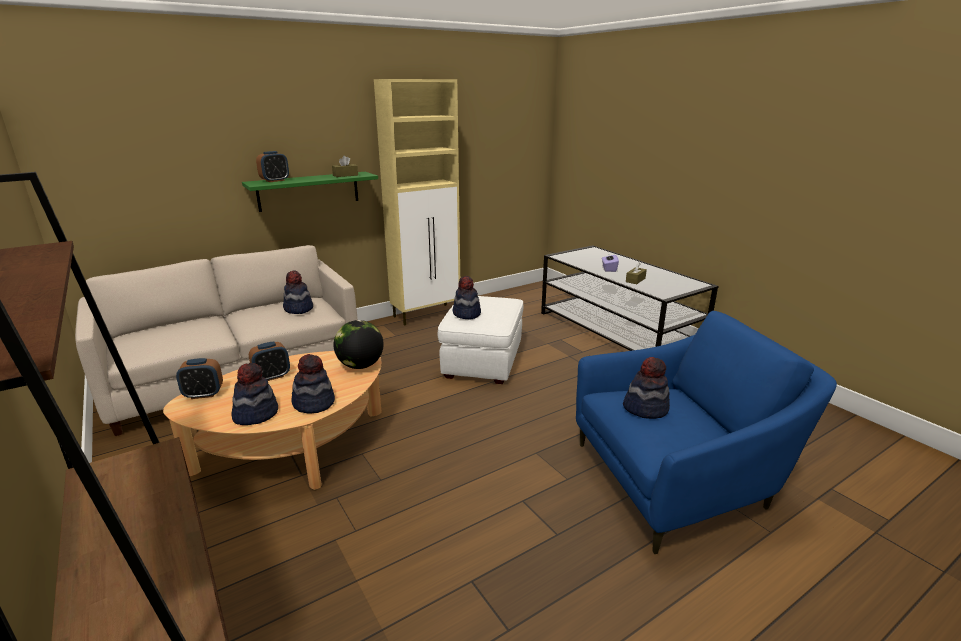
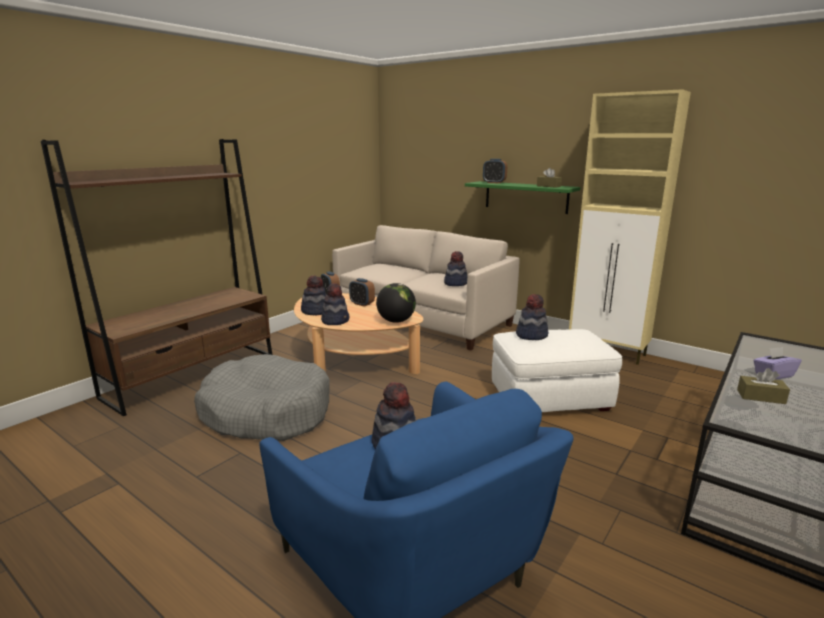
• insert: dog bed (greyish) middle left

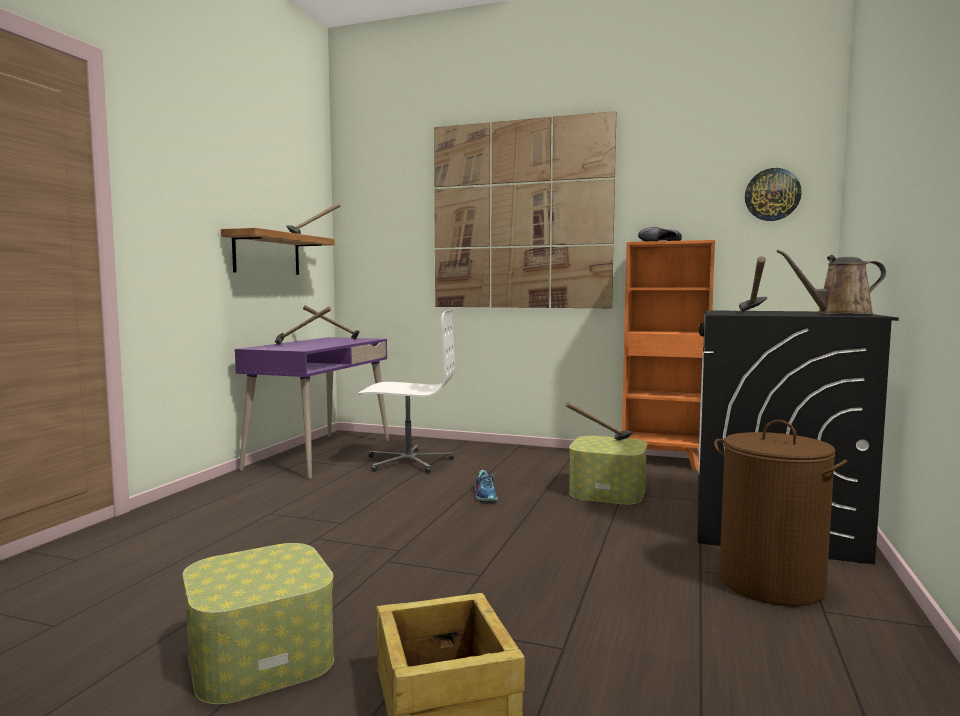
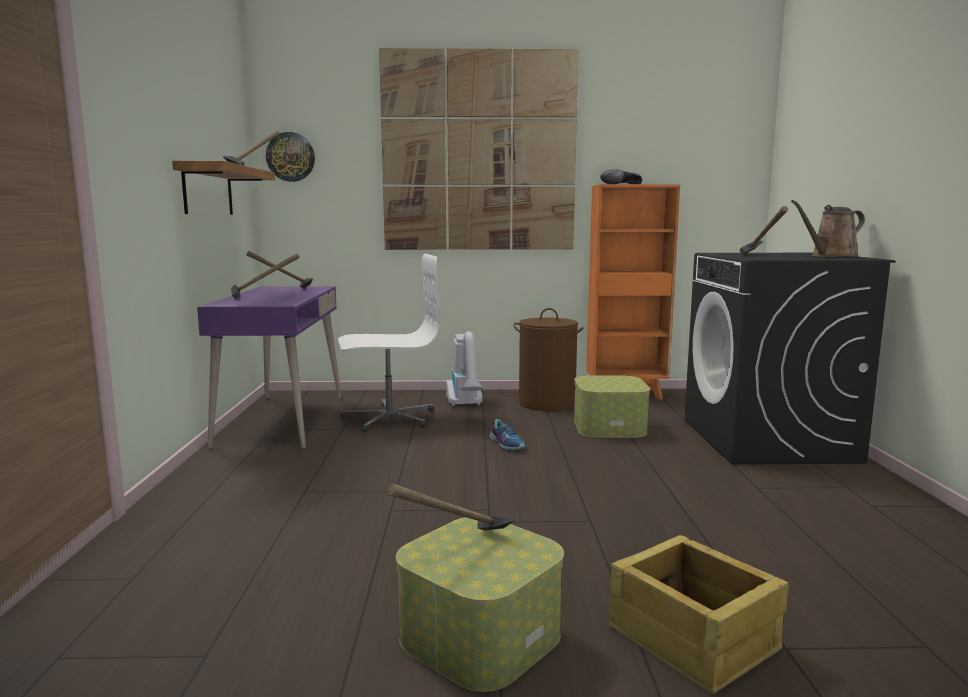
• move: hammer (4th from left) centre to bottom centre
• move: laundry basket (brown-coloured) bottom right to centre
• move: hanging clock top right to top left
• insert: vacuum centre

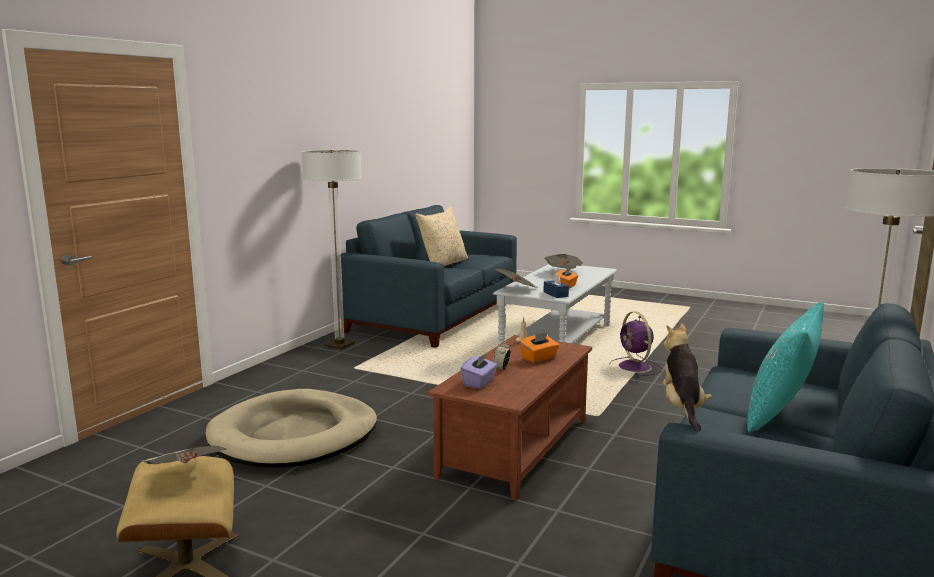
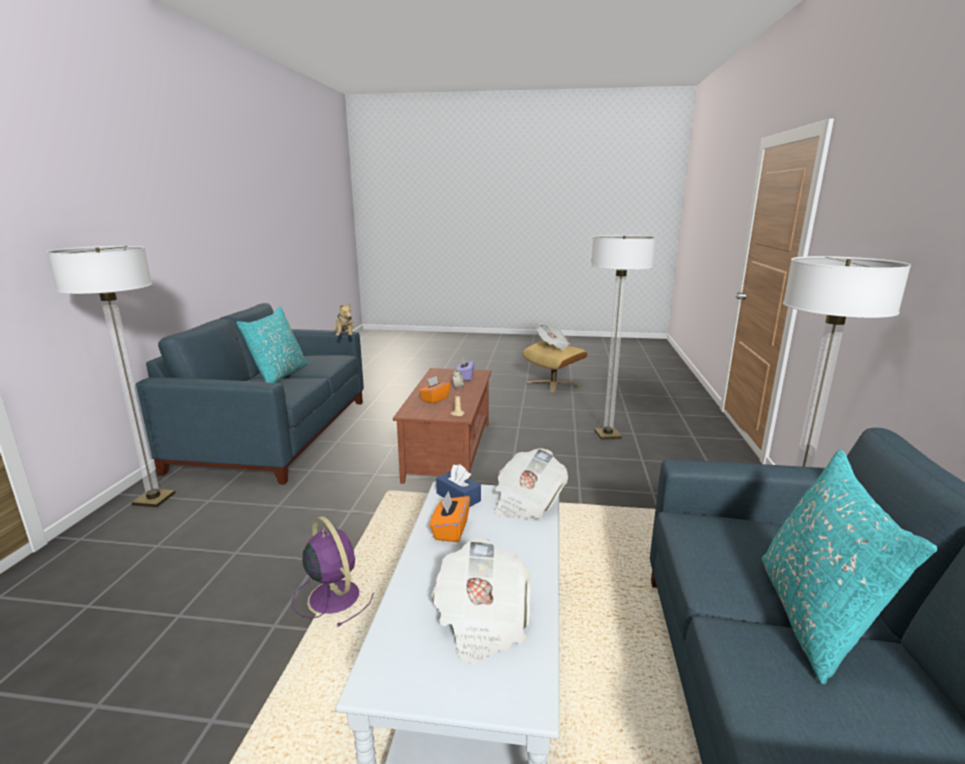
• replace: dog bed (beige-coloured) bottom left to floor lamp (2nd from left) centre
• recolor: throw pillow (beige-coloured) centre to throw pillow (turquoise) (2nd from left) bottom right

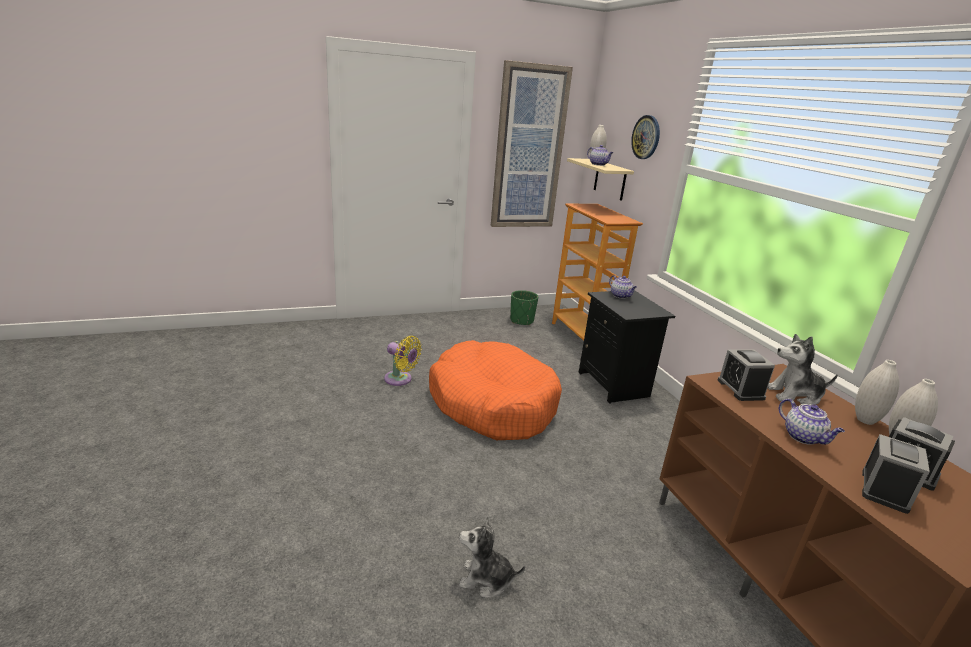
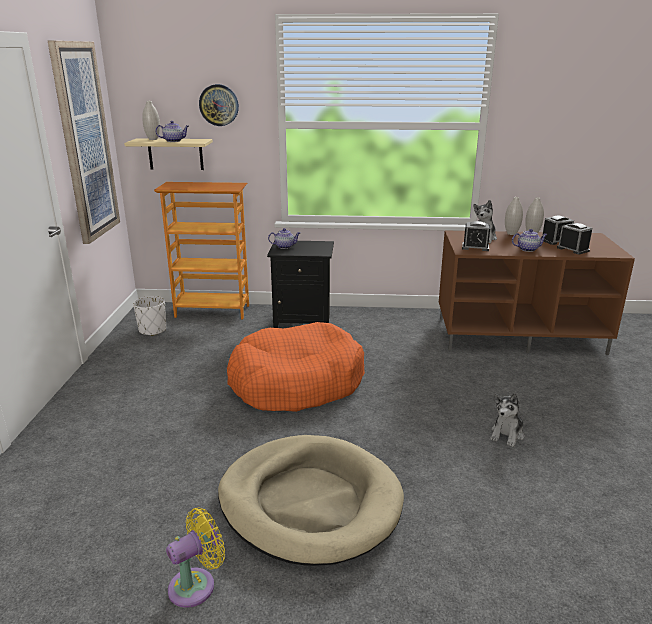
• move: cooling fan (yellow) centre to bottom left
• recolor: planter (green) centre to planter (whitish) middle left
• insert: dog bed (beige-coloured) bottom centre

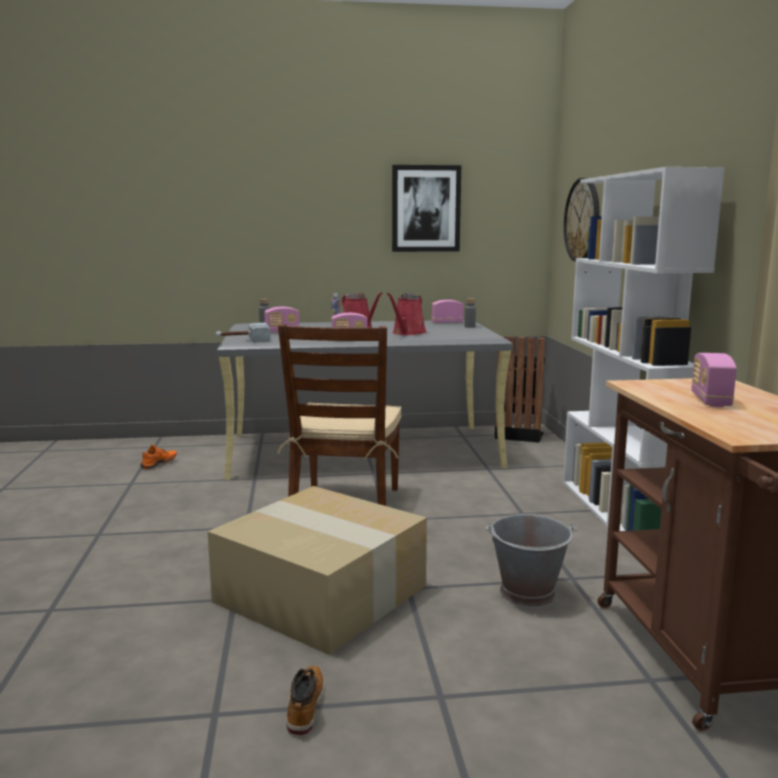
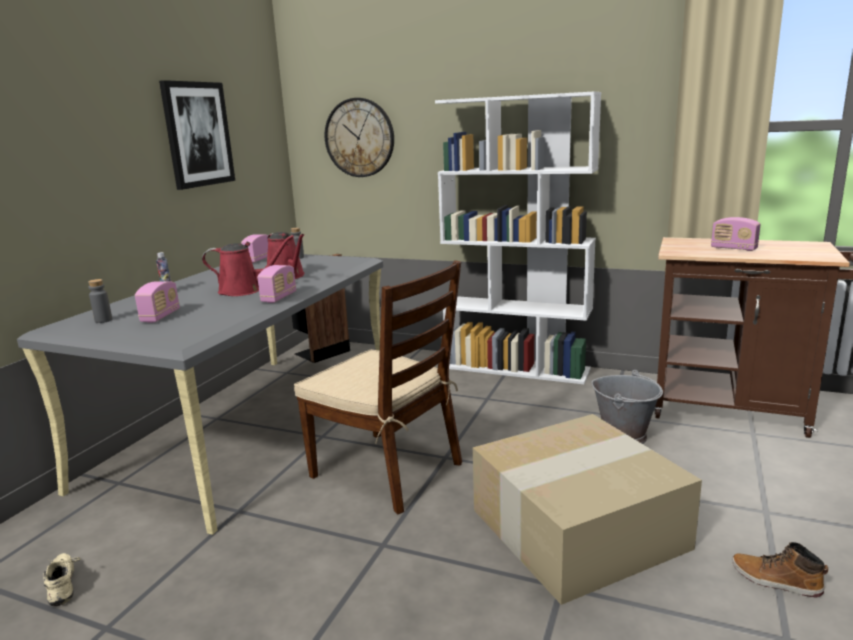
• recolor: item of footwear (orange) middle left to item of footwear (beige-coloured) bottom left
• delete: hammer middle left

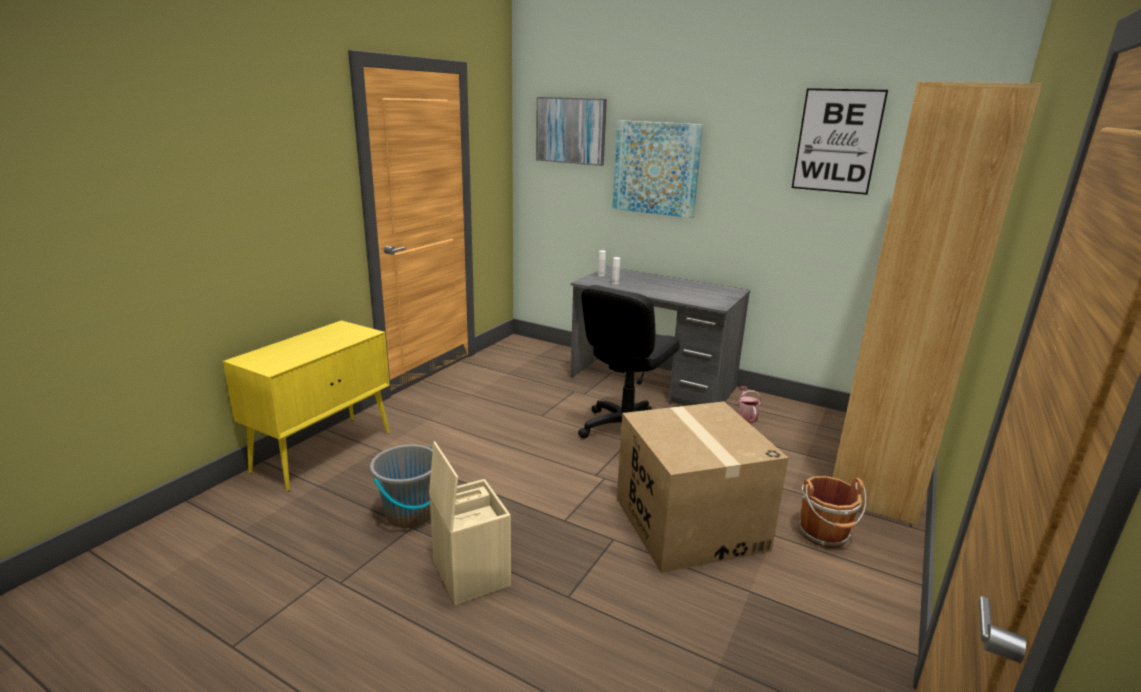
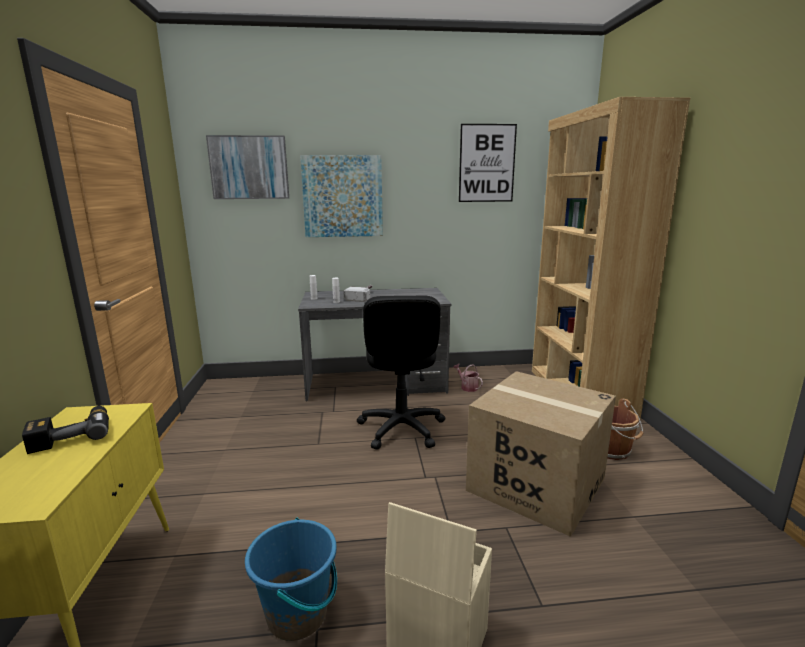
• recolor: bucket (greyish) bottom centre to bucket (bluish) bottom centre
• insert: drill middle left
• insert: hammer centre

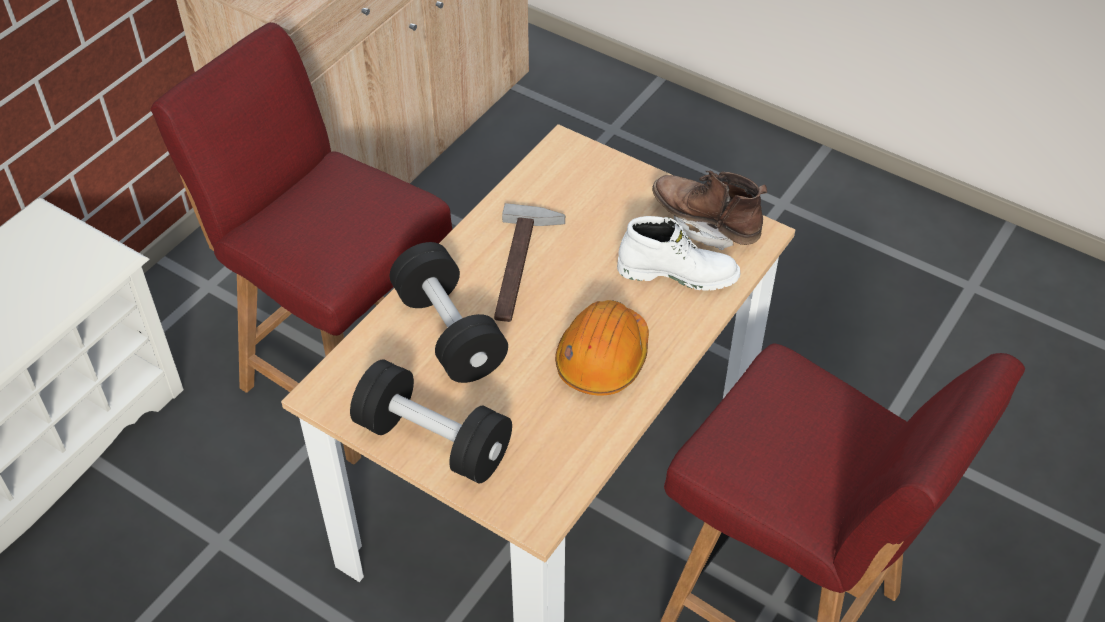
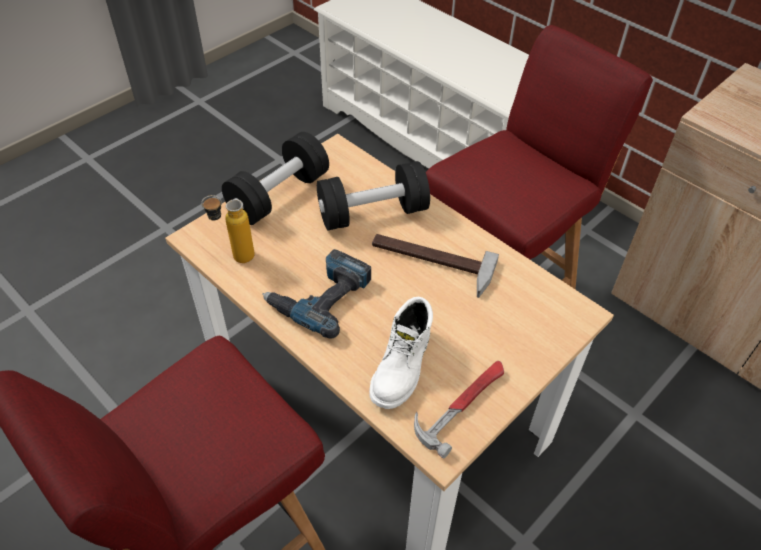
• replace: safety helmet (orange) centre to drill centre
• replace: tall boot (brown-coloured) centre to hammer (2nd from left) bottom centre
• insert: beverage bottle middle left

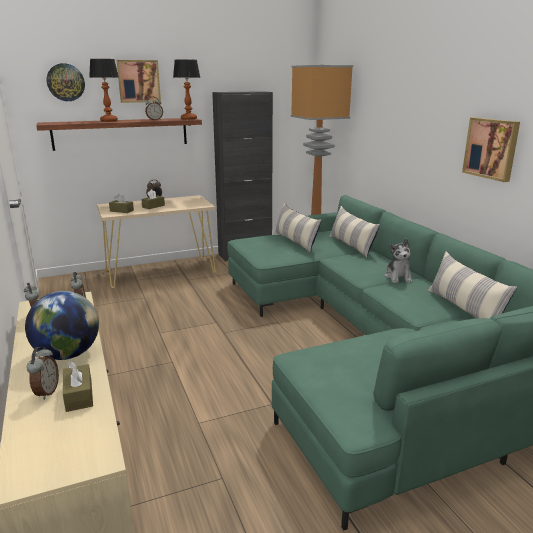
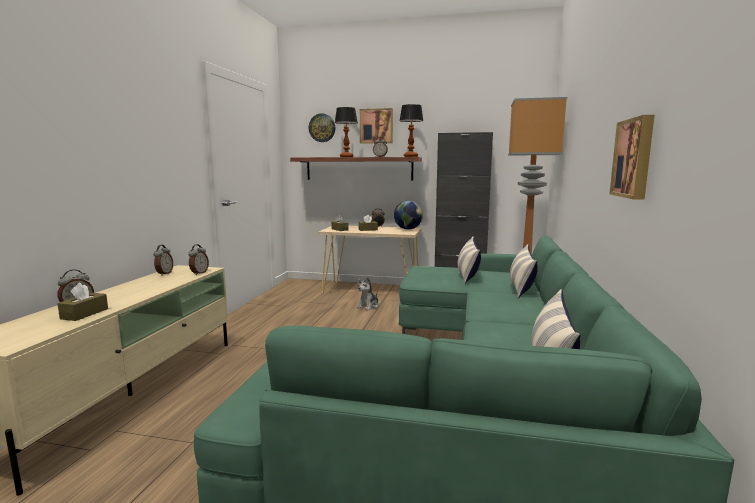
• move: world globe middle left to centre
• move: plush toy middle right to centre

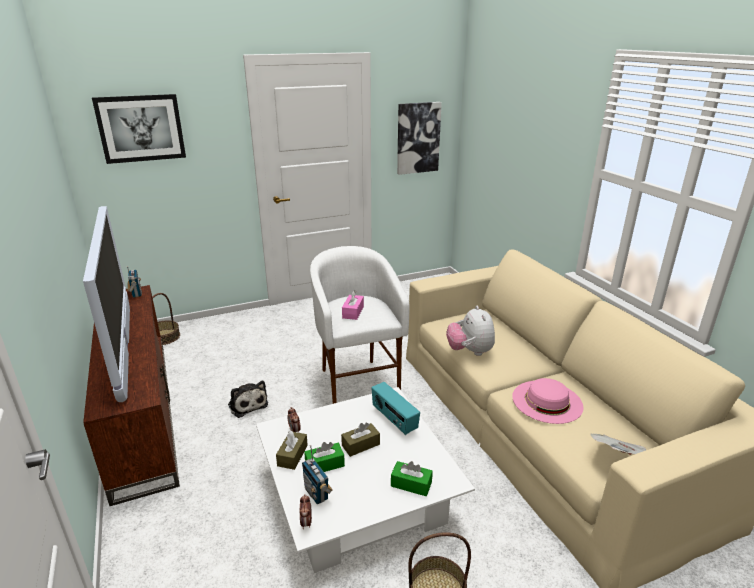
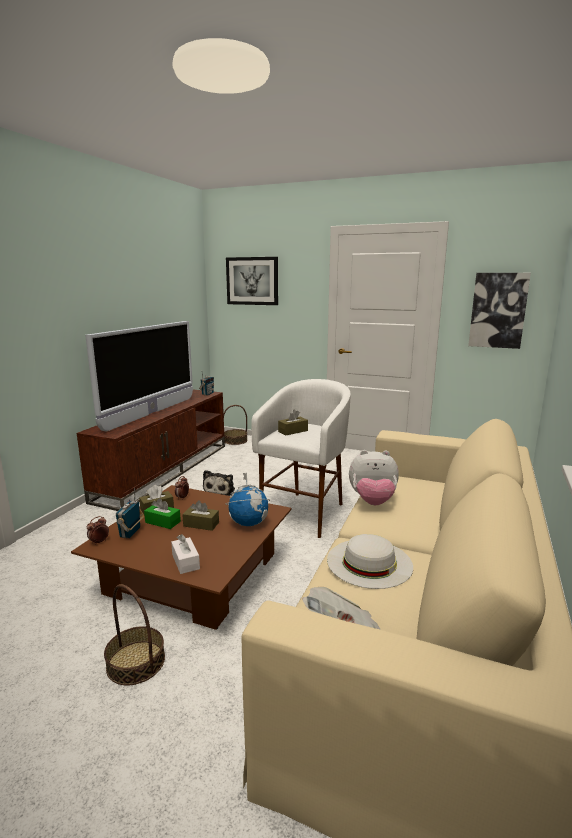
• recolor: coffee table (whitish) bottom centre to coffee table (brown-coloured) middle left
• recolor: tissue holder (pink) centre to tissue holder (brown-coloured) (3rd from left) centre
• replace: radio (3rd from left) bottom centre to world globe centre
• recolor: tissue holder (green) (2nd from left) bottom centre to tissue holder (whitish) middle left
• rotate: plush toy (2nd from left) centre = centre 120 degrees counterclockwise
• recolor: clothing hat (pink) bottom right to clothing hat (whitish) bottom centre

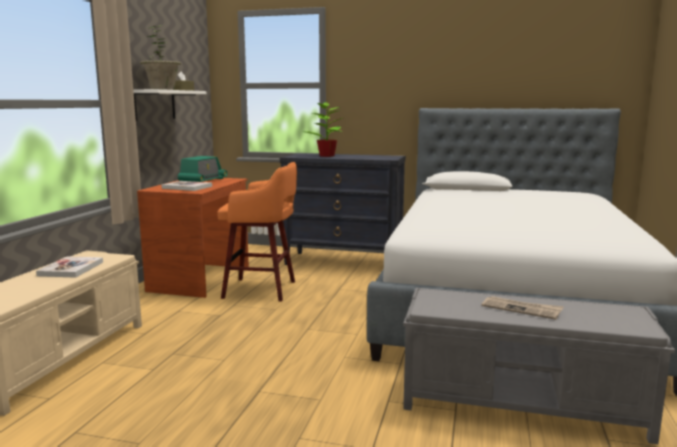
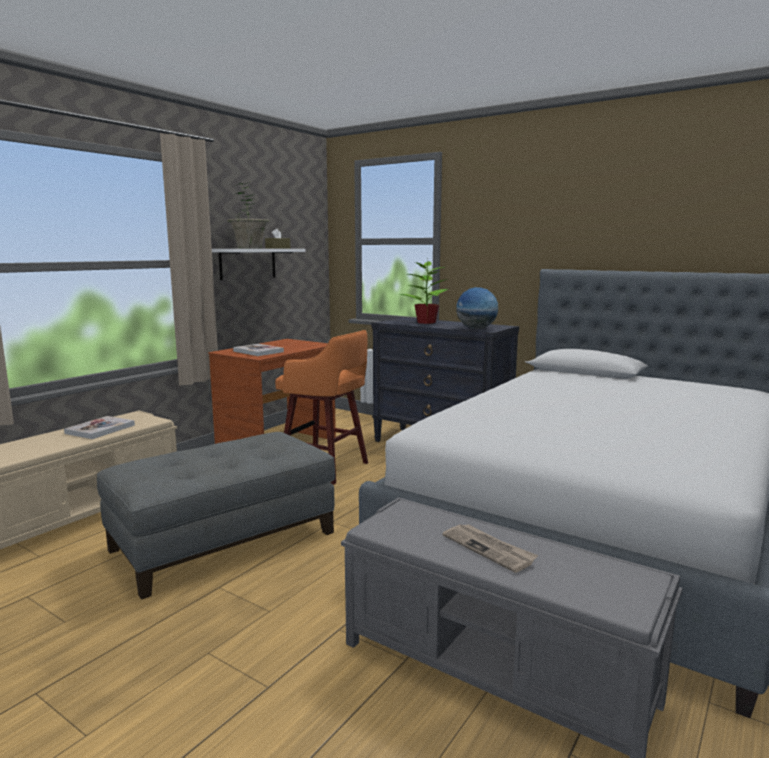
• delete: radio middle left
• insert: ottoman (greyish) bottom left
• insert: world globe centre

